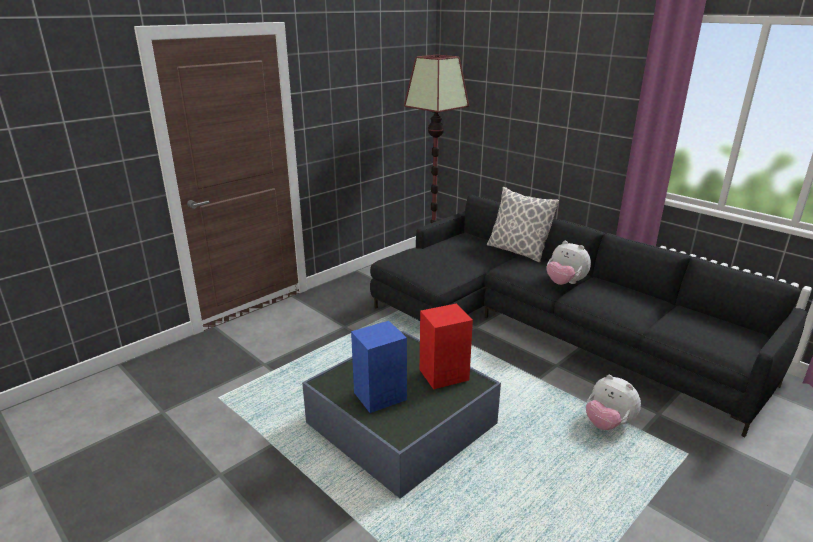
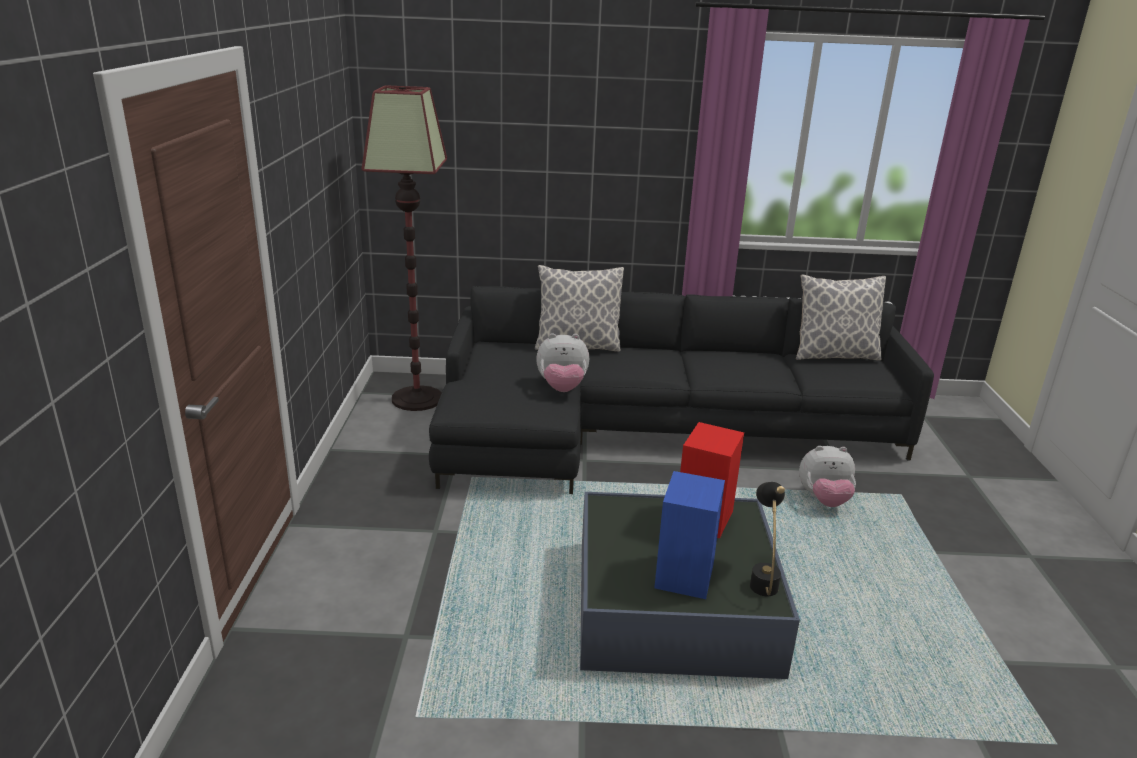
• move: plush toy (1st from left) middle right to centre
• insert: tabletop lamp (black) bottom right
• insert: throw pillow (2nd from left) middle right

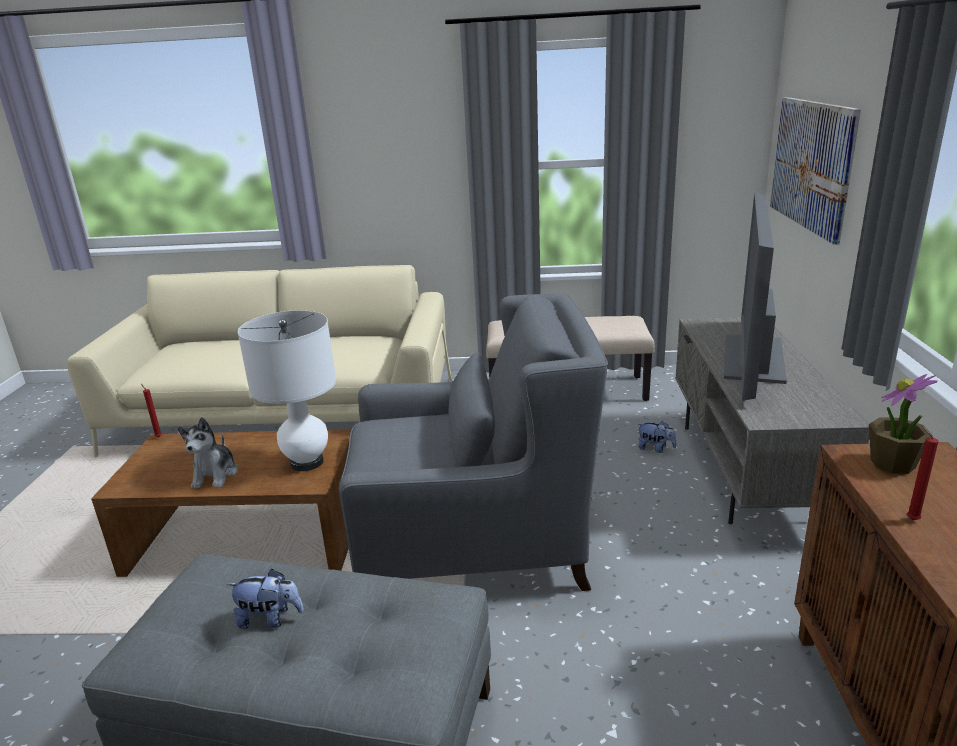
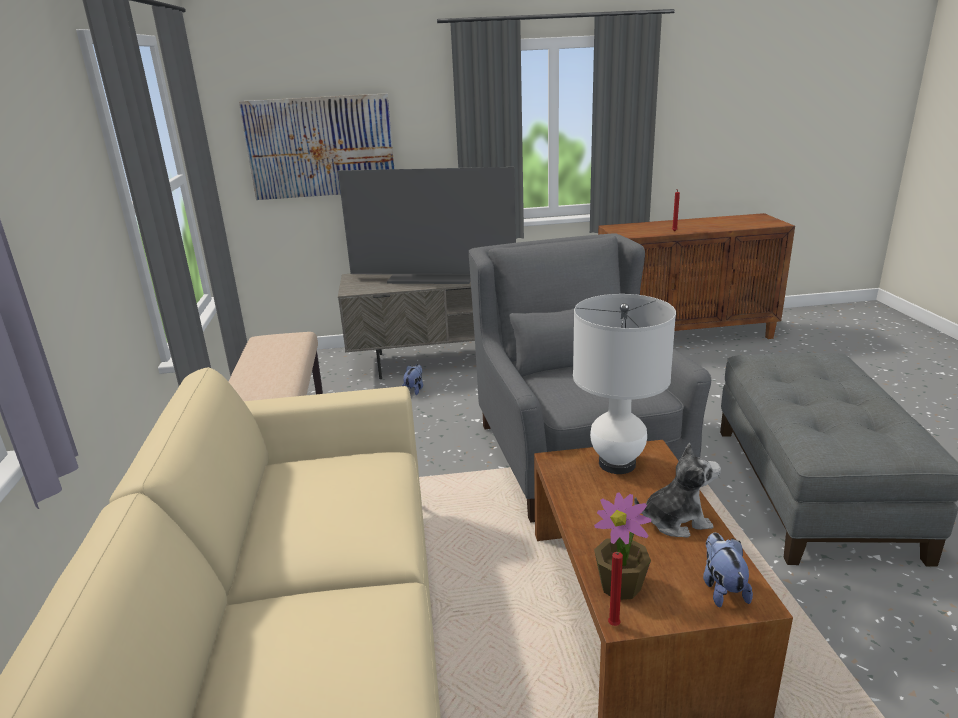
• move: plush toy (2nd from left in the first image) bottom left to plush toy (3rd from left) bottom right
• move: houseplant middle right to bottom centre

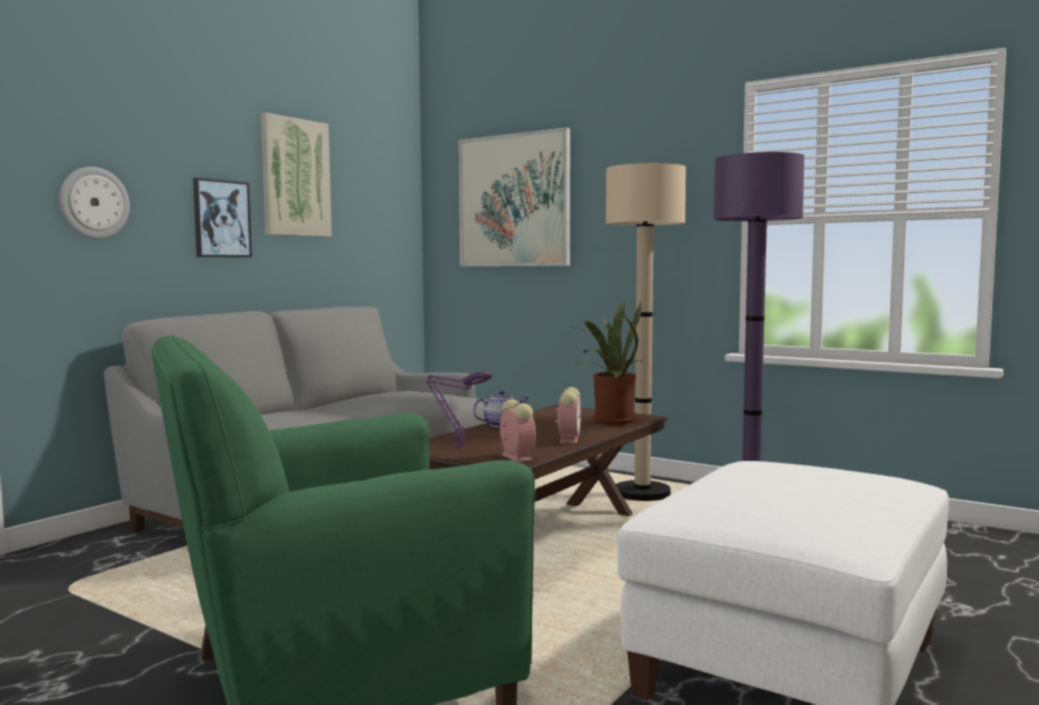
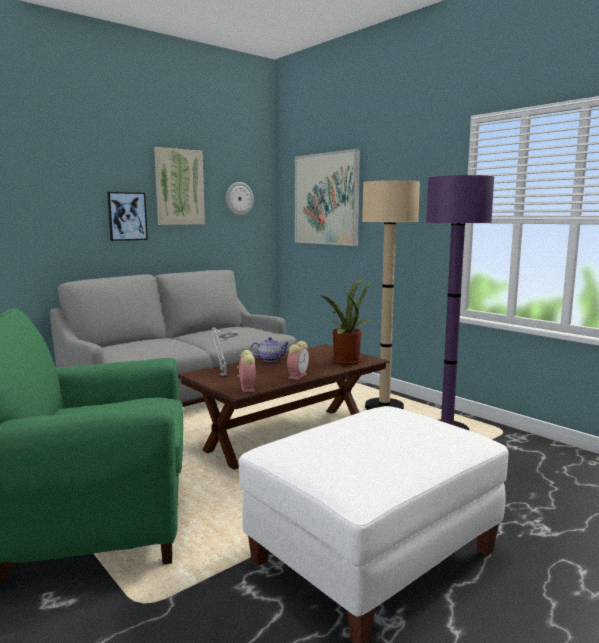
• move: hanging clock top left to top centre
• recolor: tabletop lamp (purple) centre to tabletop lamp (greyish) centre

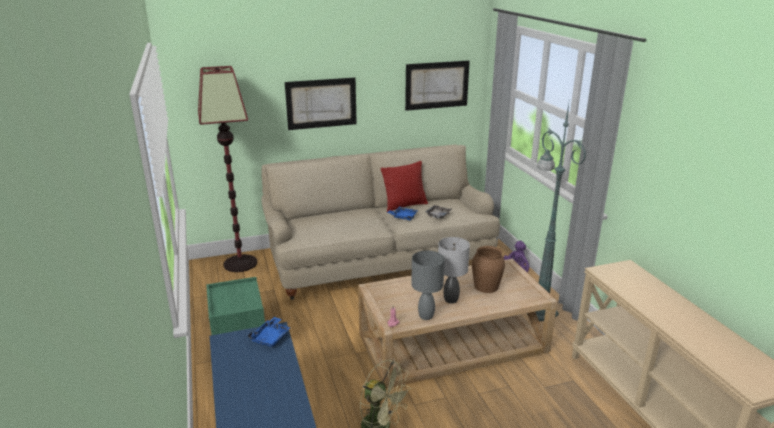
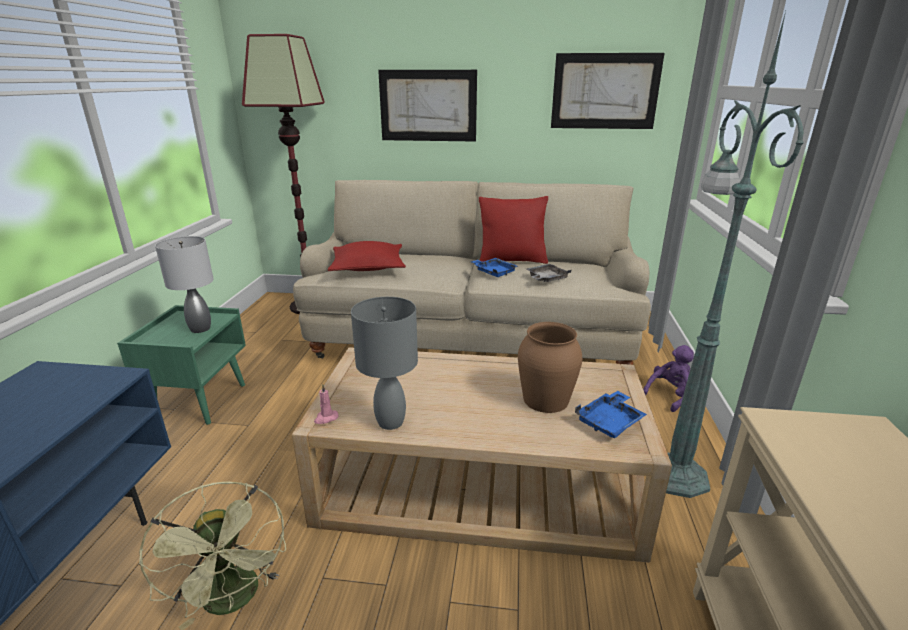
• move: serving tray (bluish) (1st from left in the first image) bottom centre to serving tray (bluish) (2nd from left) middle right
• move: tabletop lamp (greyish) (2nd from left in the first image) centre to tabletop lamp (greyish) (1st from left) middle left
• insert: throw pillow (red) (1st from left) centre

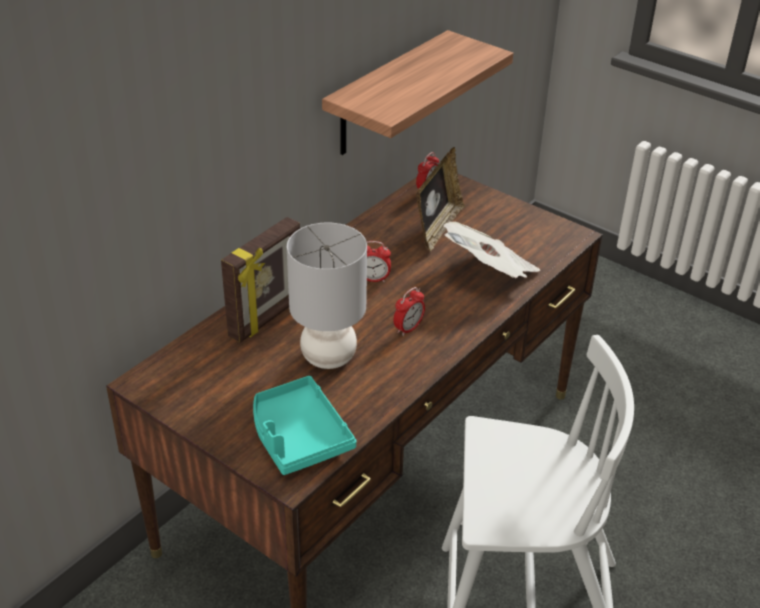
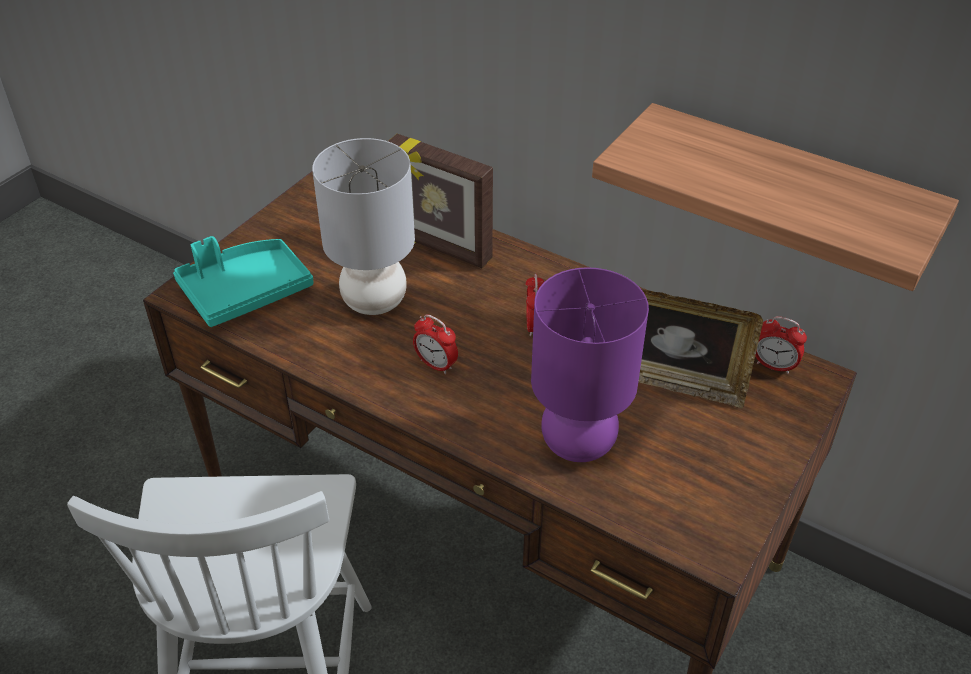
• replace: daily paper centre to tabletop lamp (purple) centre

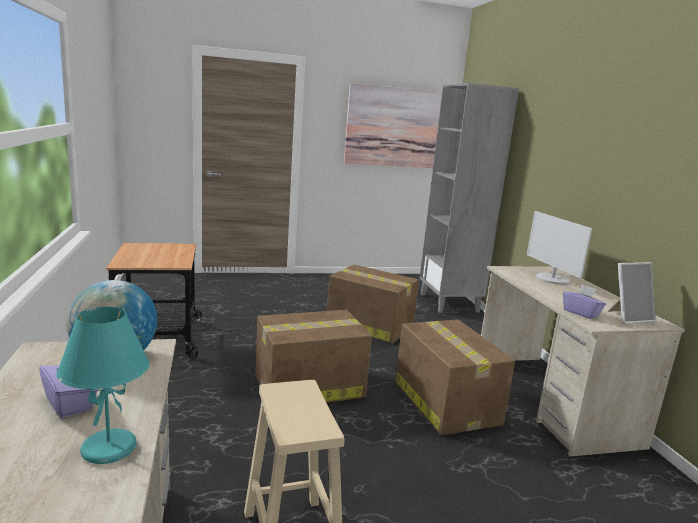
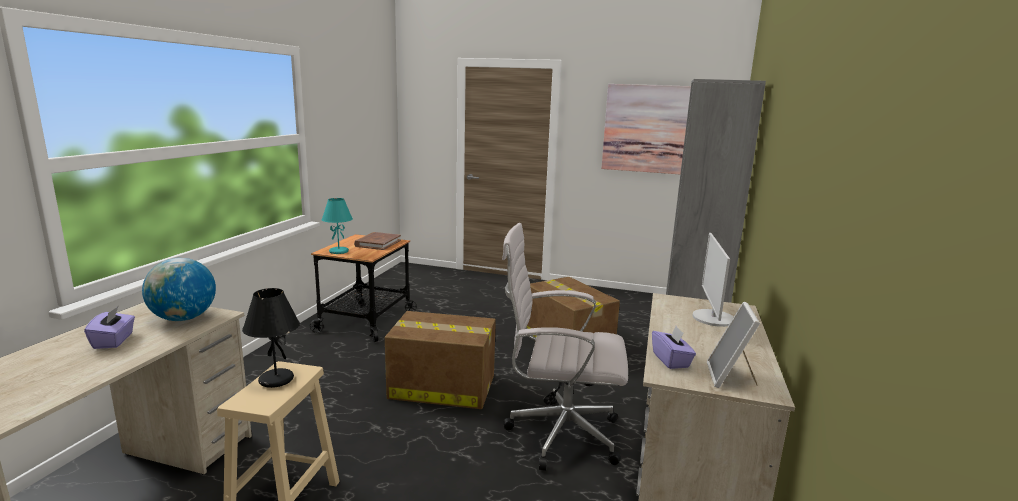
• move: tabletop lamp (turquoise) bottom left to middle left
• replace: packing box (3rd from left) bottom centre to computer chair (whitish) bottom centre
• rotate: standing frame middle right = bottom right 90 degrees clockwise
• insert: tabletop lamp (black) bottom left
• insert: volume (brown-coloured) centre

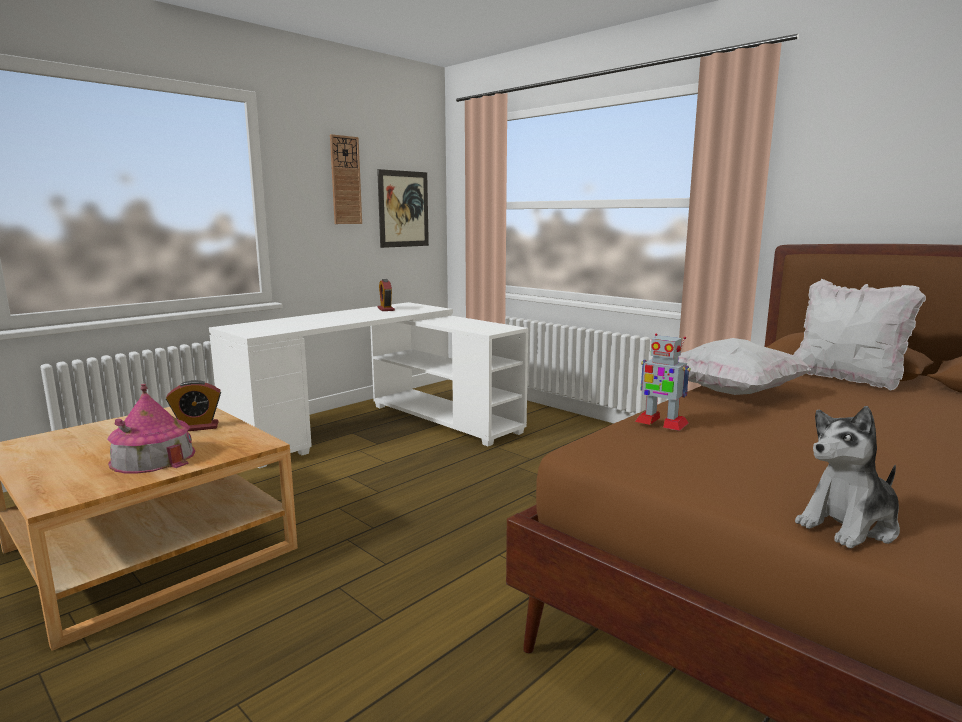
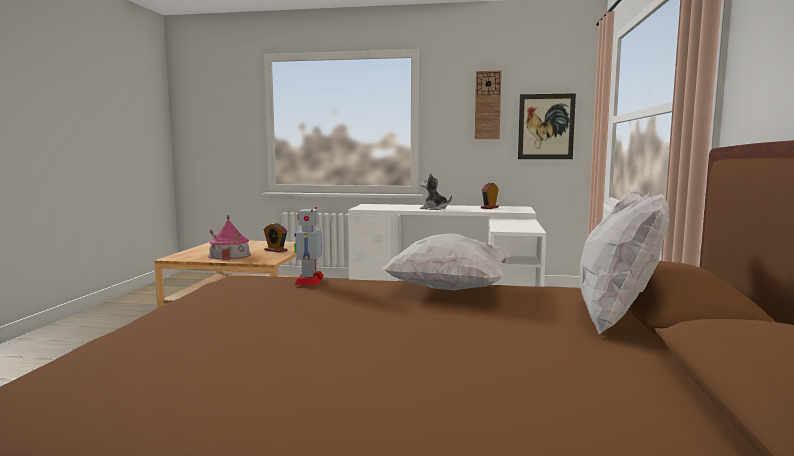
• move: plush toy middle right to centre

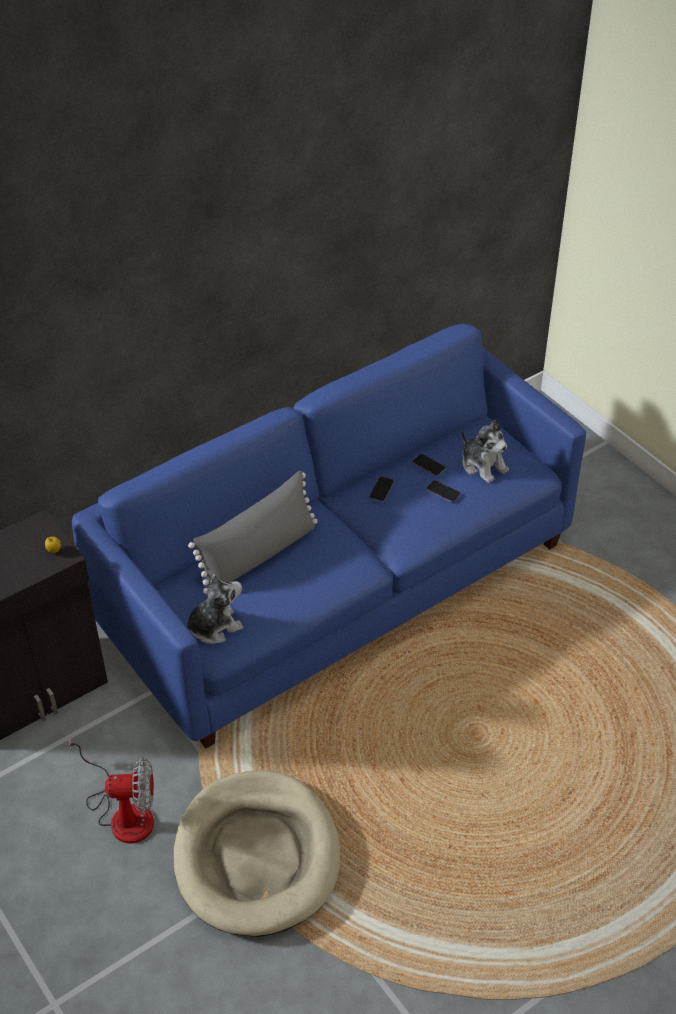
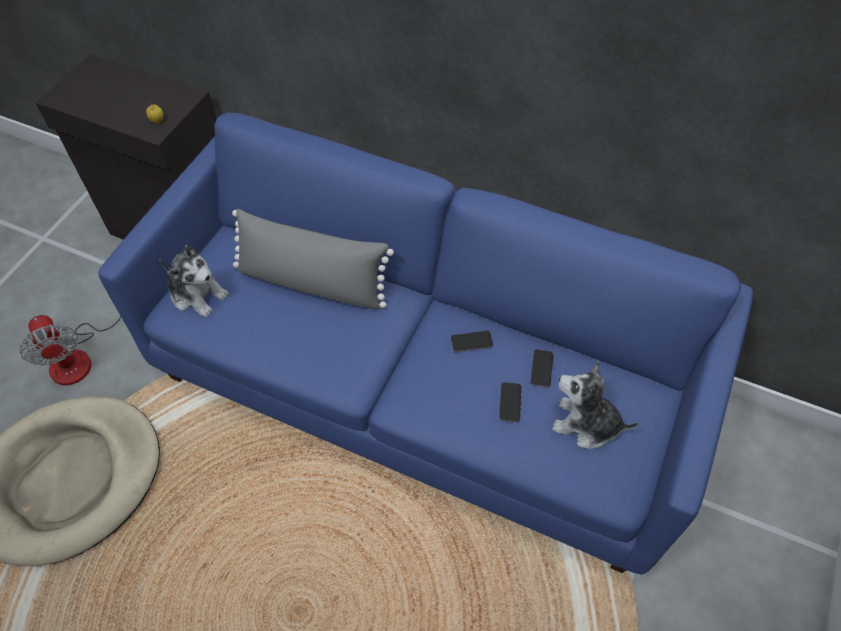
• rotate: plush toy (2nd from left) middle right = middle right 90 degrees clockwise

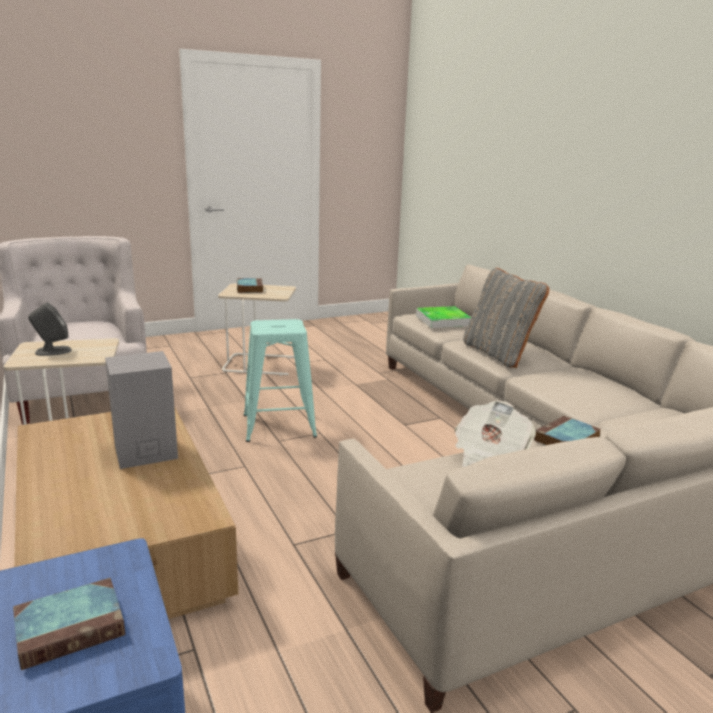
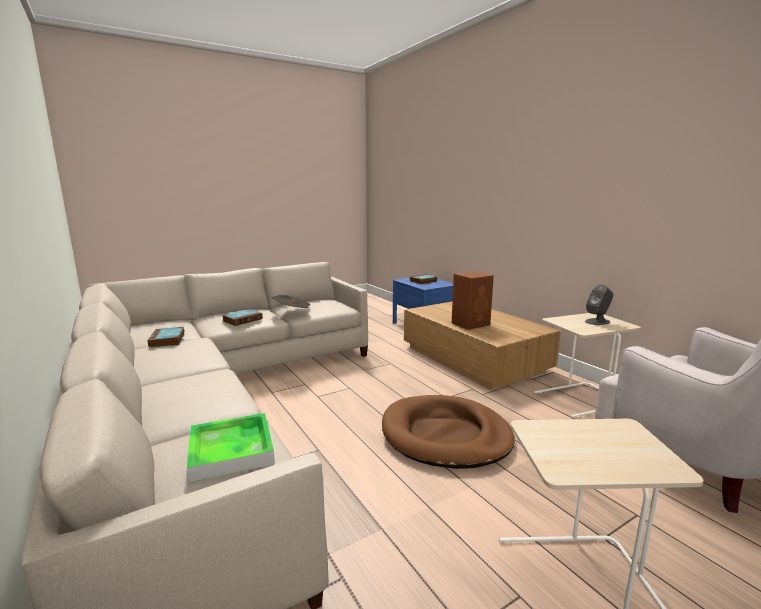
• recolor: speaker (greyish) (2nd from left) middle left to speaker (brown-coloured) centre
• move: volume (2nd from left in the first image) centre to volume (1st from left) middle left
• replace: sitting stool (turquoise) centre to dog bed (brown-coloured) bottom centre
• delete: throw pillow (greyish) middle right

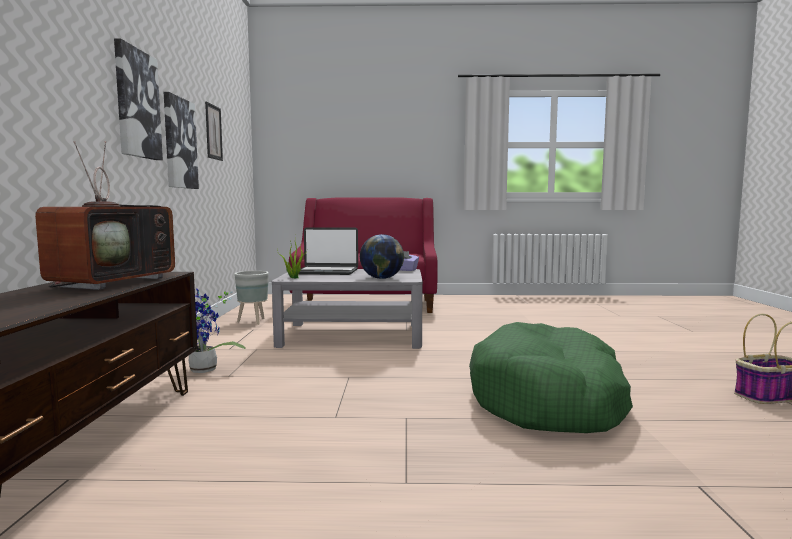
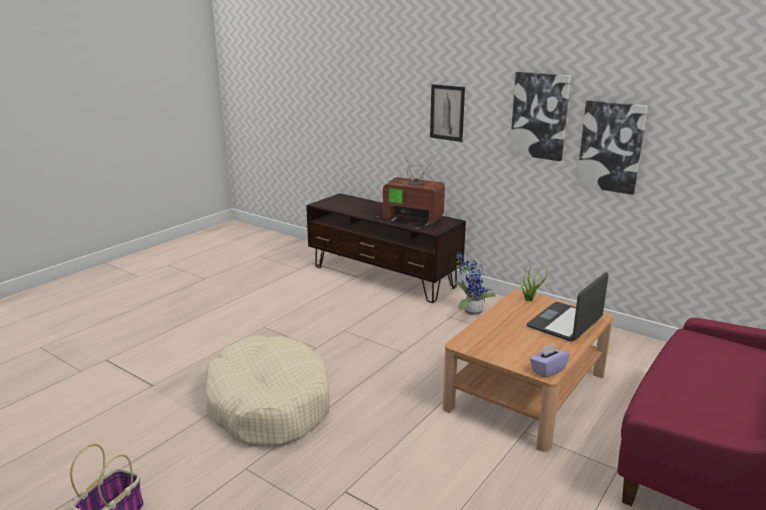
• rotate: television middle left = centre 150 degrees clockwise
• move: wall art (3rd from left in the first image) top left to wall art (1st from left) top centre
• delete: planter (greyish) middle left
• recolor: coffee table (greyish) centre to coffee table (brown-coloured) bottom right
• delete: world globe centre
• recolor: dog bed (green) bottom right to dog bed (beige-coloured) bottom centre

